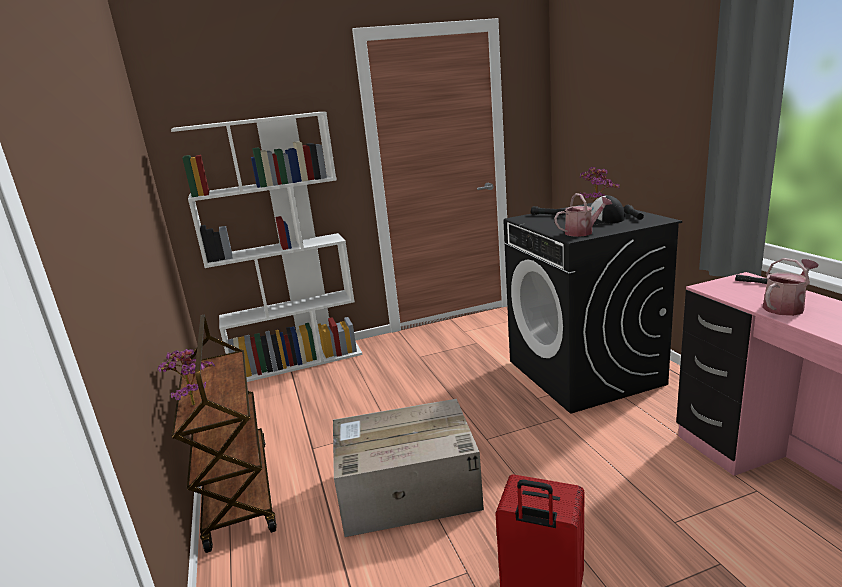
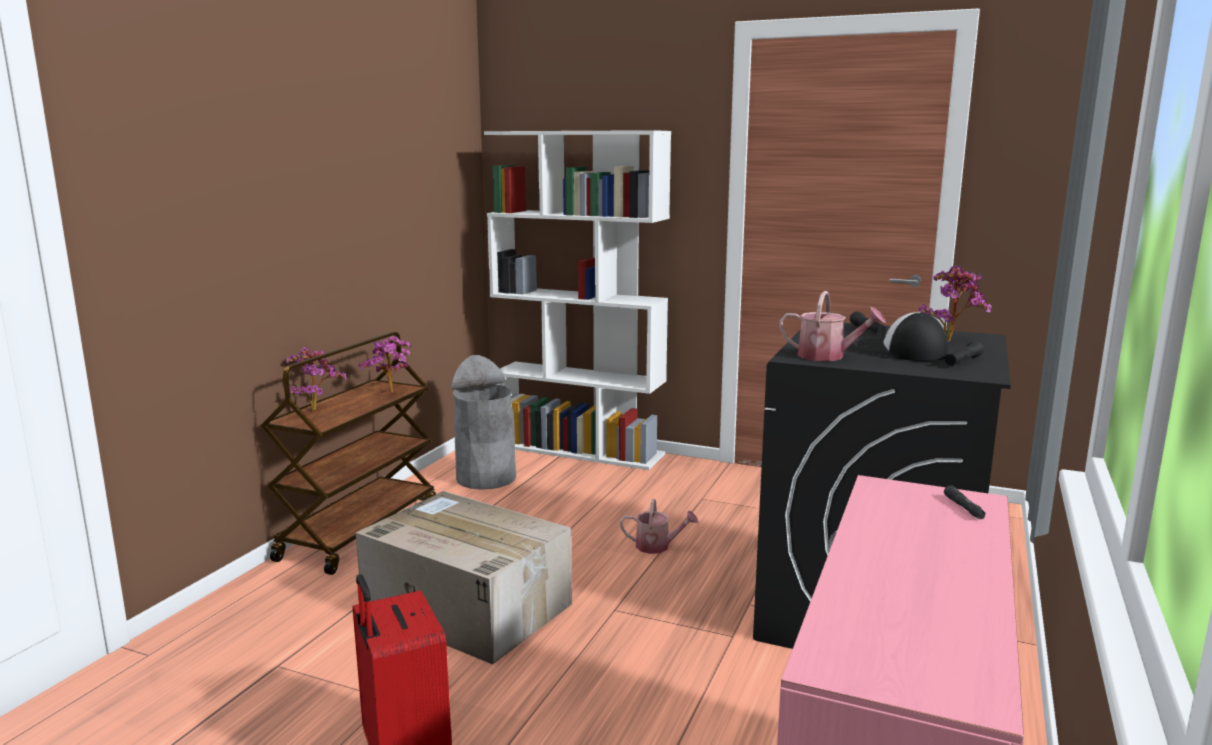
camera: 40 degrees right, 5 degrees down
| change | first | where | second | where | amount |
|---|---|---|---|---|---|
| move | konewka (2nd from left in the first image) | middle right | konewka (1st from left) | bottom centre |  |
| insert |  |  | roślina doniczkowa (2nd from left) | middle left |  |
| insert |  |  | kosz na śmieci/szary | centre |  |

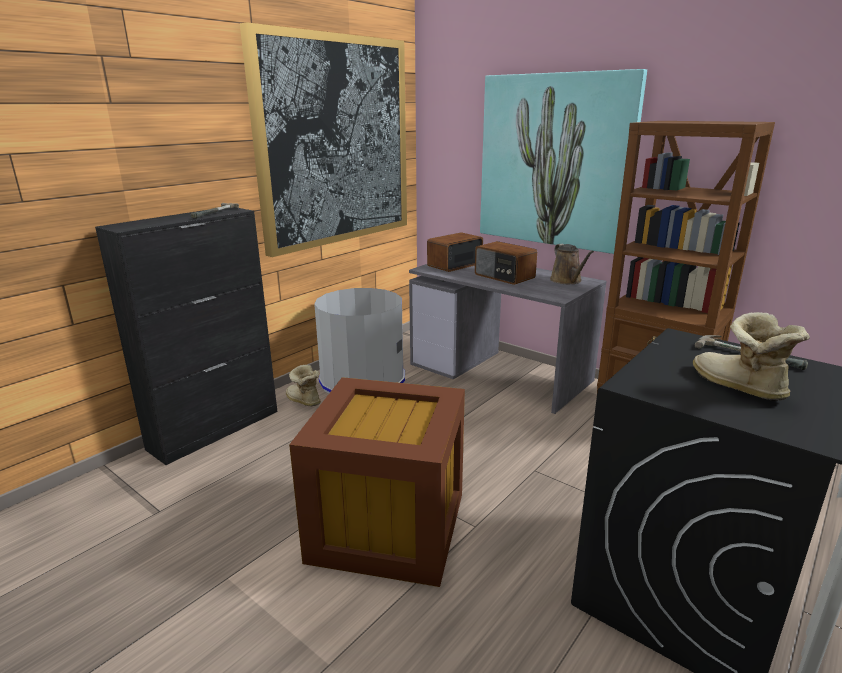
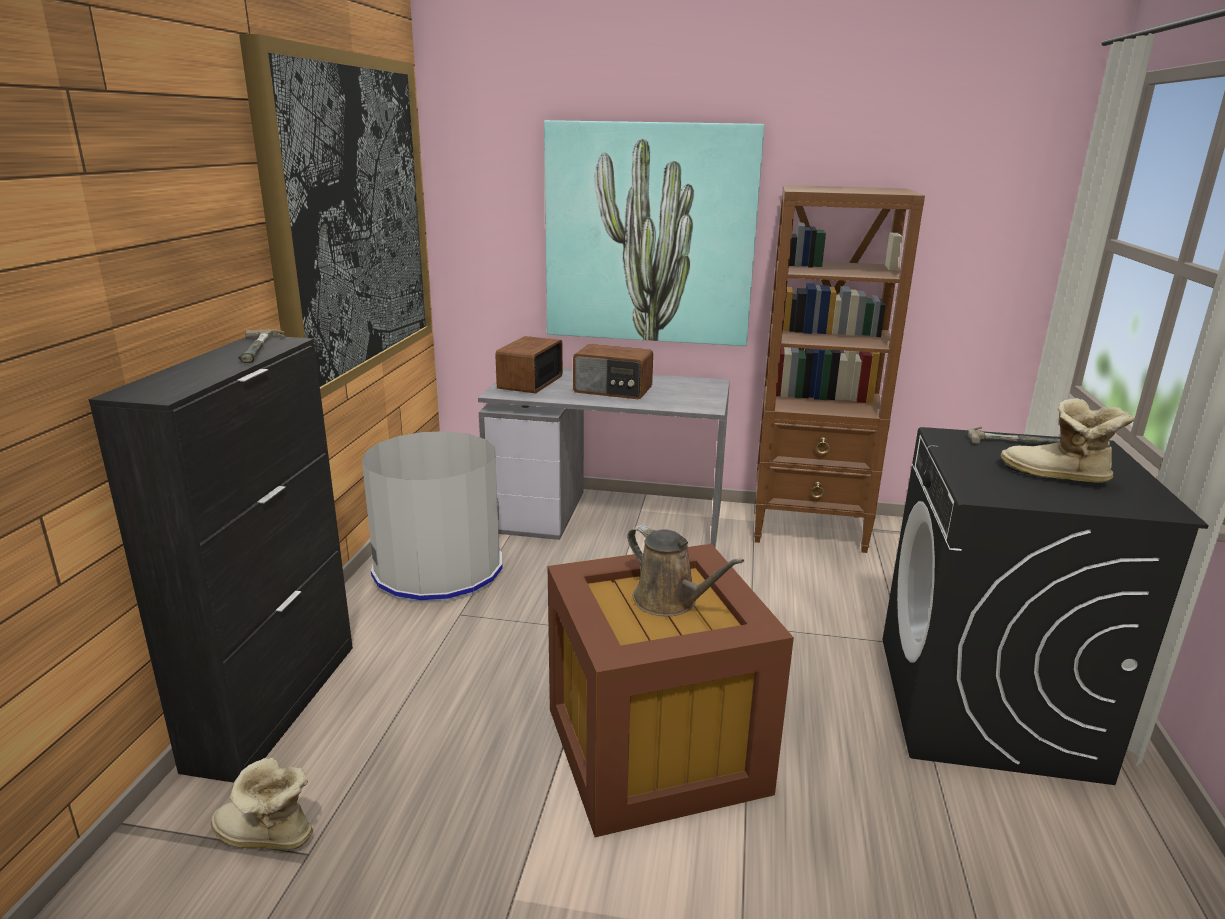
camera: 30 degrees left, 0 degrees up
| change | first | where | second | where | amount |
|---|---|---|---|---|---|
| move | but z cholewką (1st from left) | centre |  | bottom left |  |
| move | konewka/brązowy | middle right |  | centre |  |

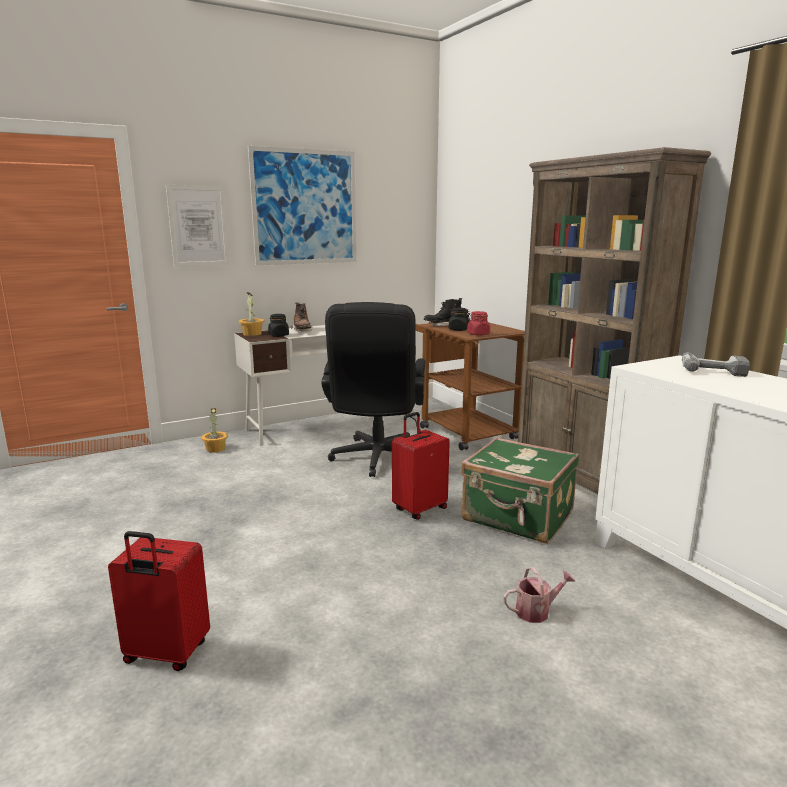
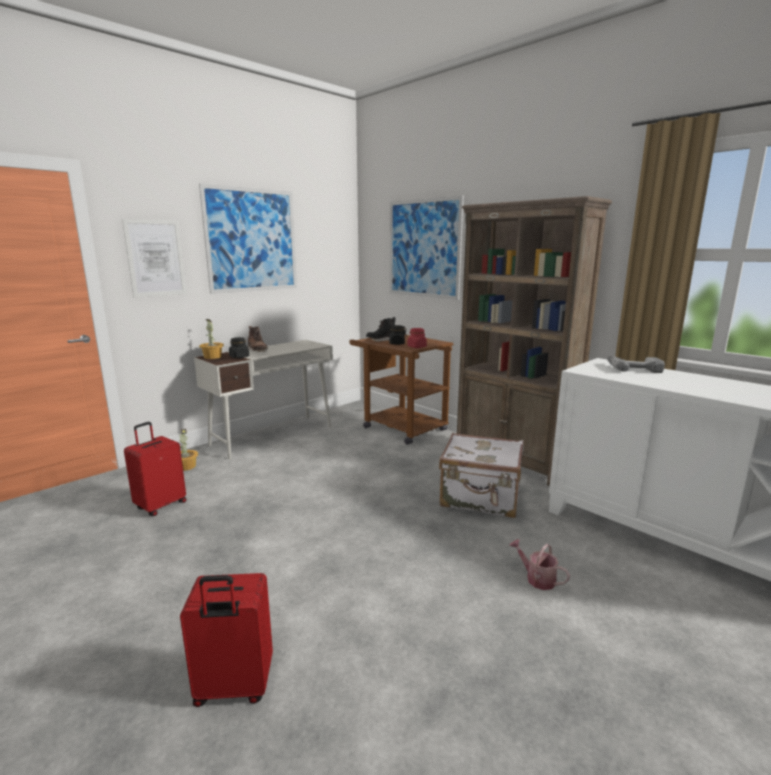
camera: 15 degrees left, 0 degrees up
| change | first | where | second | where | amount |
|---|---|---|---|---|---|
| delete | krzesło biurowe/czarny | centre |  |  |  |
| move | walizka/czerwony (2nd from left in the first image) | centre | walizka/czerwony (1st from left) | middle left |  |
| recolor | walizka/zielony | centre | walizka/biały | centre |  |
| rotate | konewka | bottom right |  | bottom right | 105 degrees counterclockwise |
| insert |  |  | obraz (3rd from left) | top centre |  |

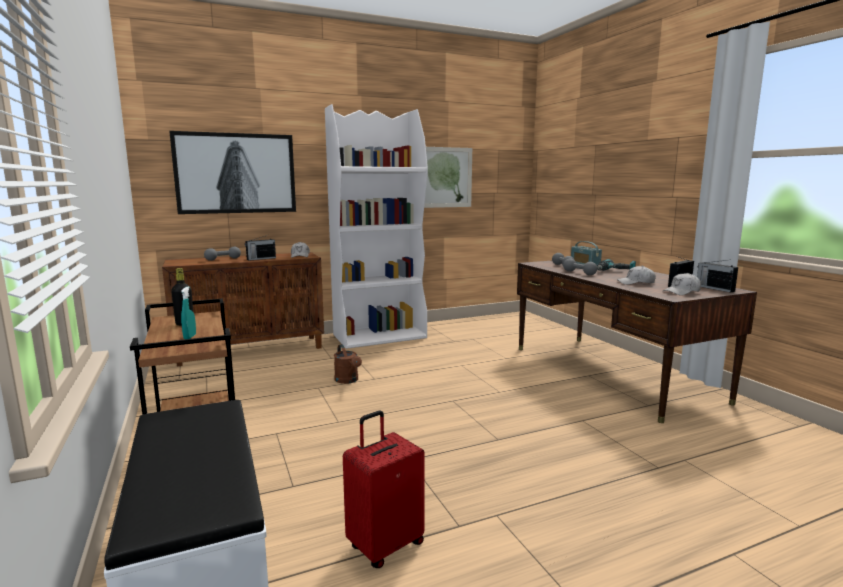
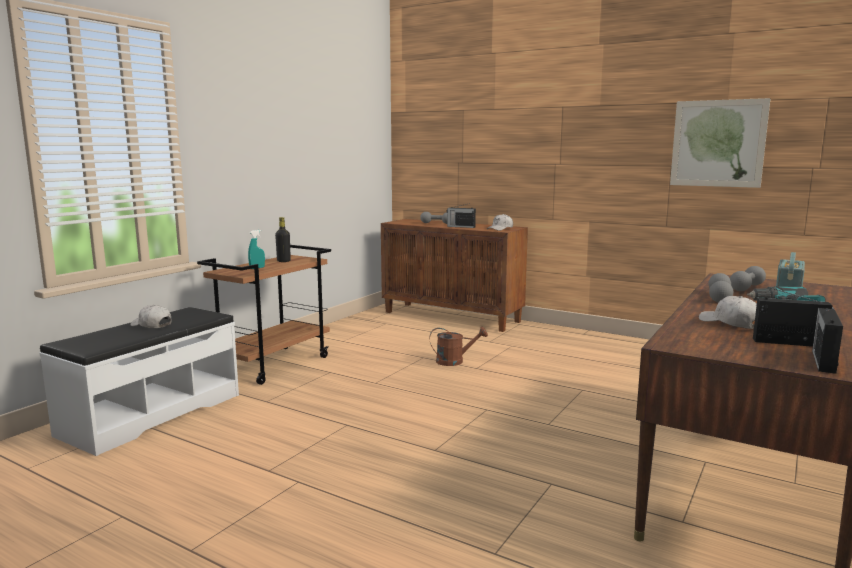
camera: 55 degrees right, 0 degrees up
| change | first | where | second | where | amount |
|---|---|---|---|---|---|
| delete | obraz (1st from left) | top left |  |  |  |
| delete | regał/biały | centre |  |  |  |
| rotate | konewka/brązowy | centre |  | centre | 120 degrees counterclockwise |
| delete | walizka/czerwony | bottom centre |  |  |  |
| move | czapka z daszkiem/biały (3rd from left in the first image) | middle right | czapka z daszkiem/biały (1st from left) | middle left |  |

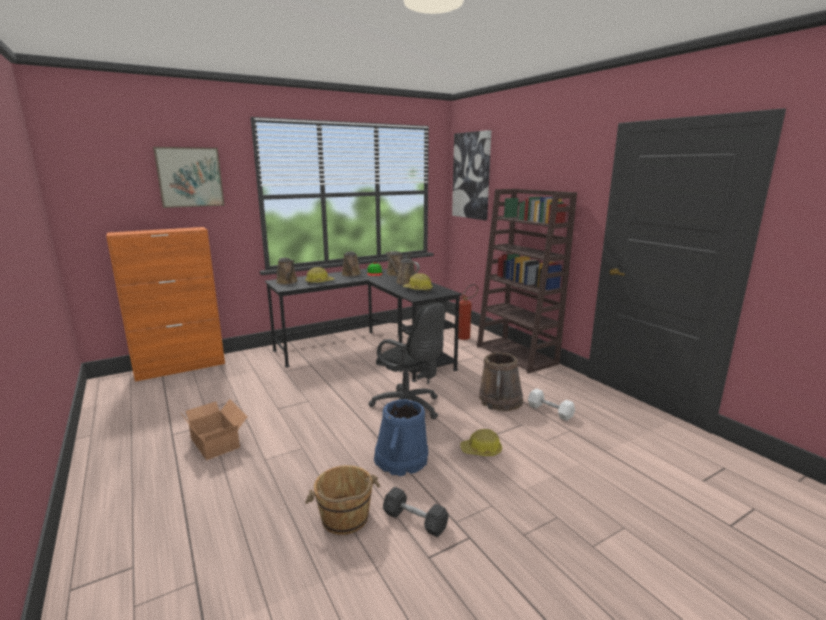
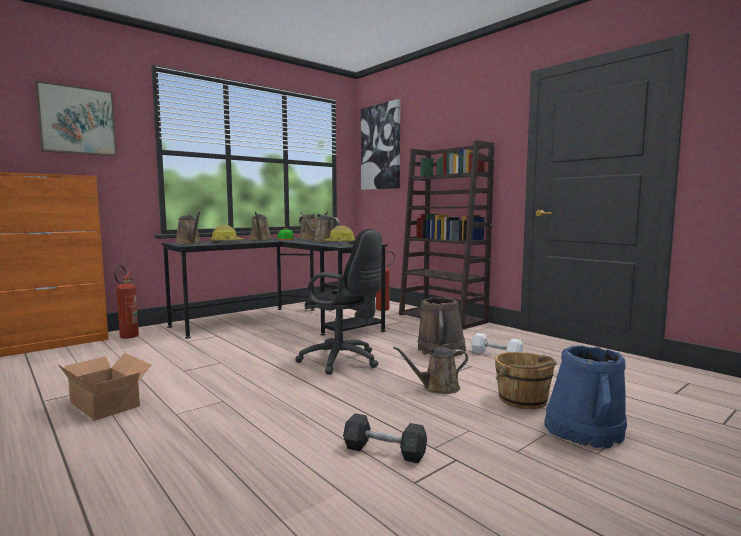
camera: 10 degrees left, 10 degrees down
| change | first | where | second | where | amount |
|---|---|---|---|---|---|
| move | wiadro/brązowy (1st from left in the first image) | bottom centre | wiadro/brązowy (2nd from left) | bottom right |  |
| move | wiadro/niebieski | bottom centre |  | bottom right |  |
| replace | kask (3rd from left) | bottom centre | konewka/brązowy (5th from left) | bottom centre |  |
| insert |  |  | gaśnica (1st from left) | middle left |  |

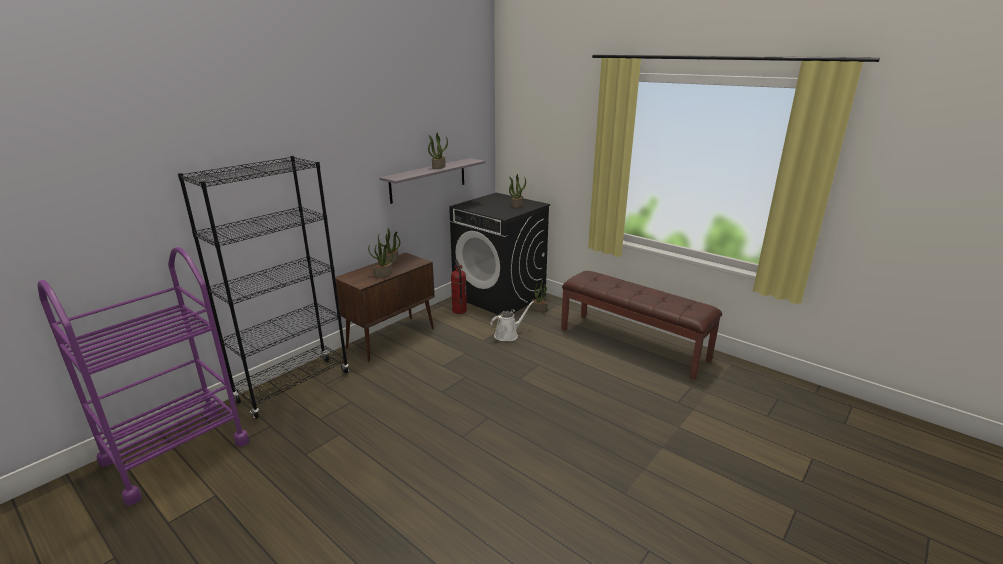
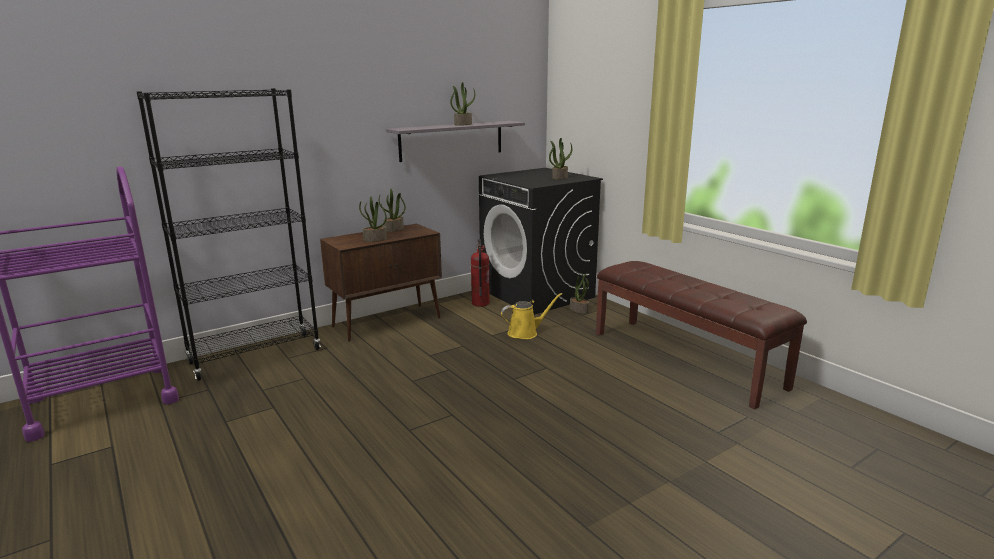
camera: 15 degrees right, 5 degrees down
| change | first | where | second | where | amount |
|---|---|---|---|---|---|
| recolor | konewka/biały | centre | konewka/żółty | centre |  |

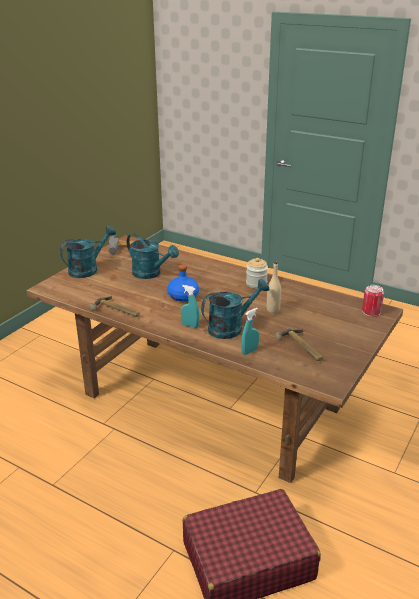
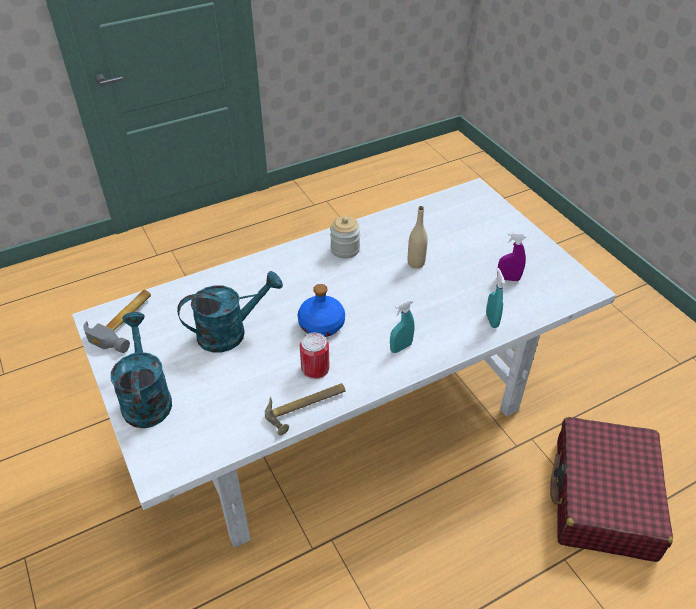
camera: 60 degrees left, 15 degrees up
| change | first | where | second | where | amount |
|---|---|---|---|---|---|
| recolor | stół jadalny/brązowy | centre | stół jadalny/biały | centre |  |
| delete | konewka/turkusowy (3rd from left) | centre |  |  |  |
| replace | młotek (3rd from left) | middle right | spryskiwacz/fioletowy | middle right |  |
| move | puszka | middle right |  | centre |  |

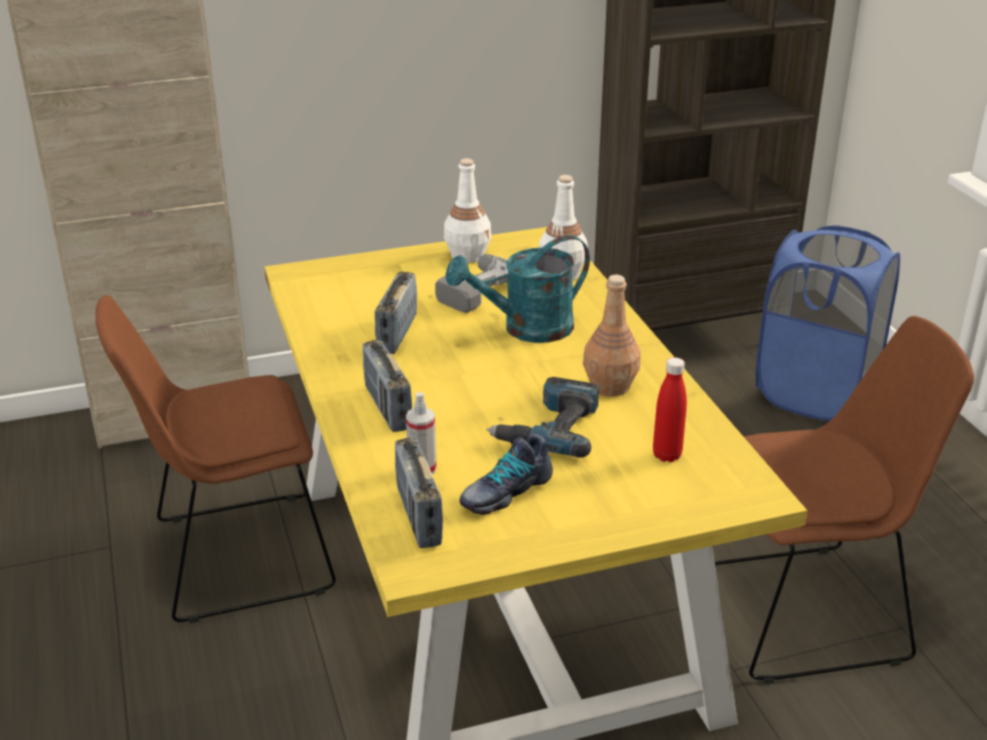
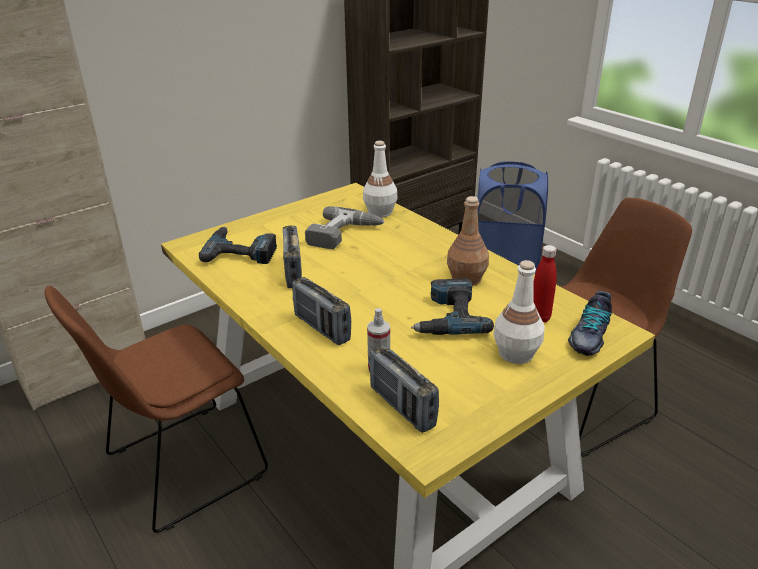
camera: 20 degrees left, 0 degrees up
| change | first | where | second | where | amount |
|---|---|---|---|---|---|
| move | butelka/biały (1st from left in the first image) | top centre | butelka/biały (2nd from left) | middle right |  |
| delete | konewka/turkusowy | centre |  |  |  |
| move | but | centre |  | middle right |  |
| insert |  |  | wiertarka (1st from left) | middle left |  |

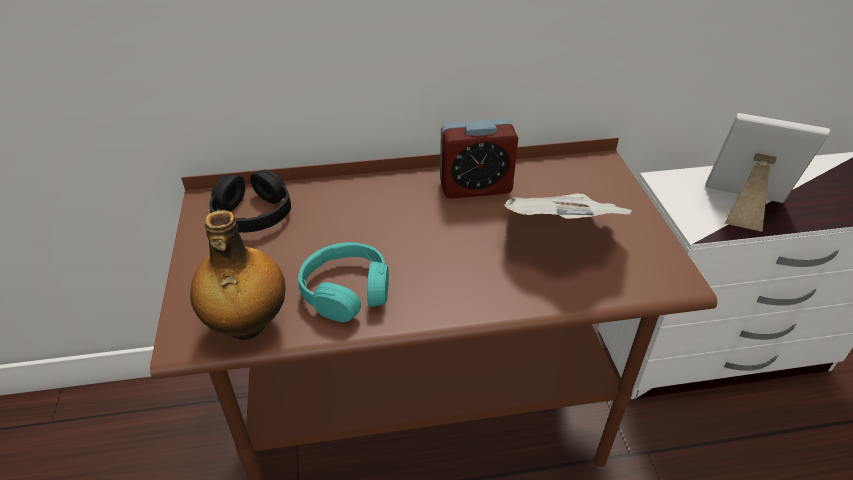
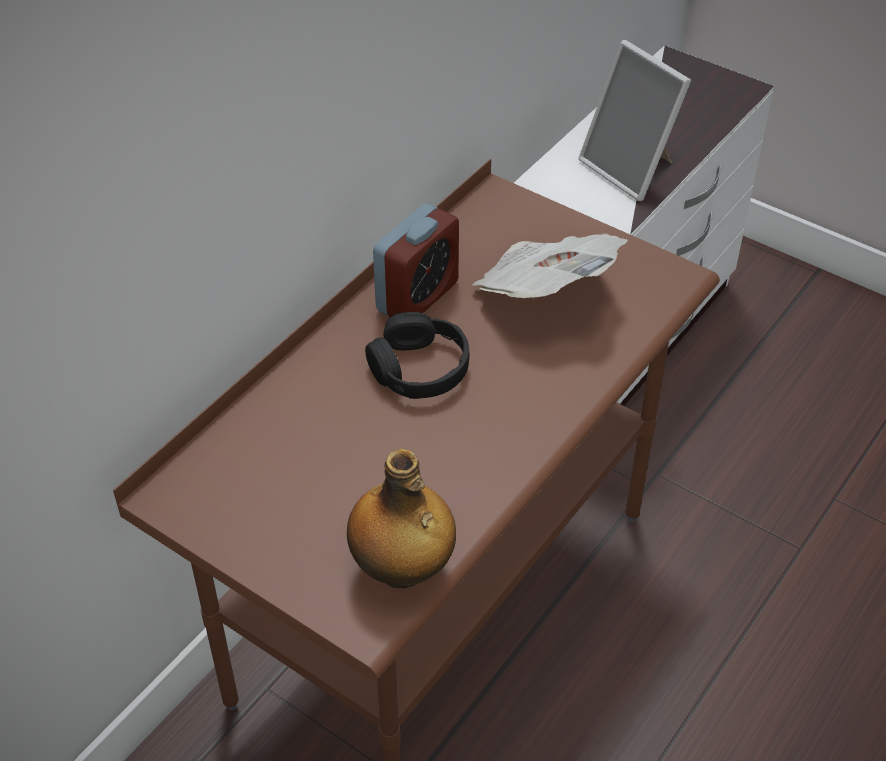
camera: 45 degrees left, 5 degrees up
| change | first | where | second | where | amount |
|---|---|---|---|---|---|
| move | słuchawki/czarny | middle left |  | centre |  |
| delete | słuchawki/turkusowy | centre |  |  |  |
| rotate | ramka na zdjęcie | middle right |  | top right | 105 degrees counterclockwise |

